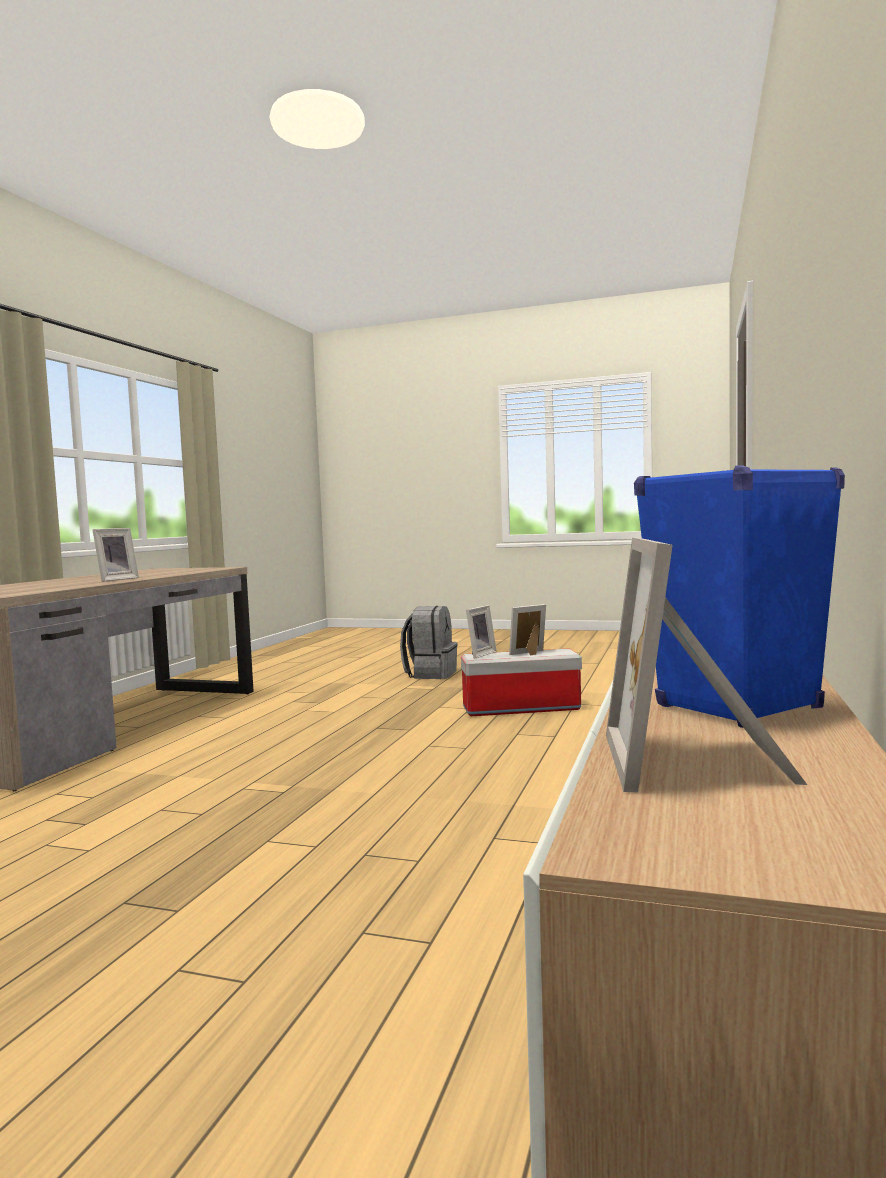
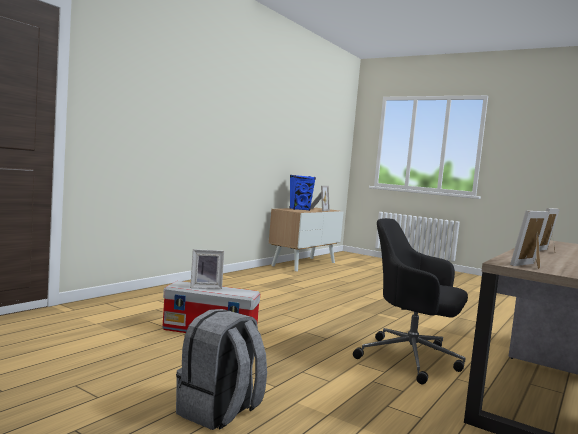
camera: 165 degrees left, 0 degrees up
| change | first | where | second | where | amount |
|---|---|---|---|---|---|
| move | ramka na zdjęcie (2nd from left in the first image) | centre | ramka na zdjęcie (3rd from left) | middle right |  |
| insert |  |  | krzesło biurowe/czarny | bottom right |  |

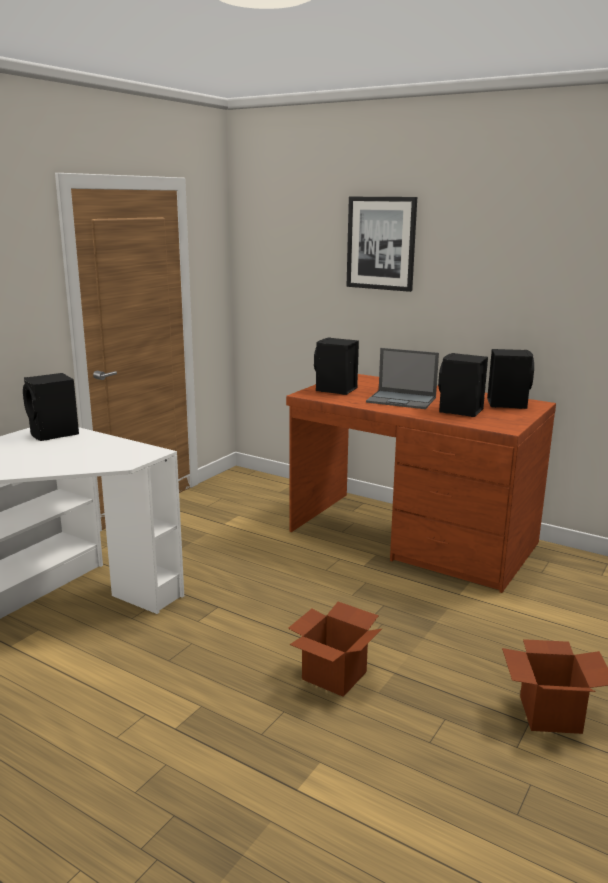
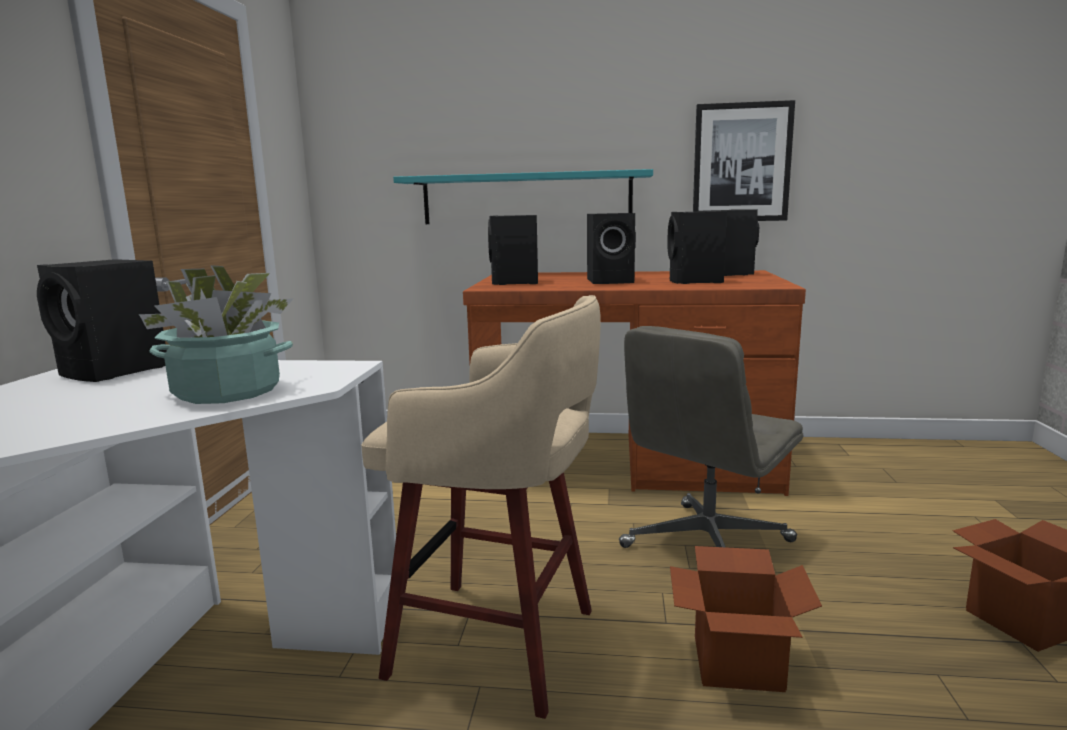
camera: 25 degrees left, 5 degrees down
| change | first | where | second | where | amount |
|---|---|---|---|---|---|
| move | obraz | top centre |  | top right |  |
| replace | laptop | centre | głośnik/czarny (3rd from left) | centre |  |
| insert |  |  | roślina doniczkowa | middle left |  |
| insert |  |  | stołek/beżowy | bottom centre |  |
| insert |  |  | półka/turkusowy | top centre |  |
| insert |  |  | krzesło biurowe/szary | centre |  |

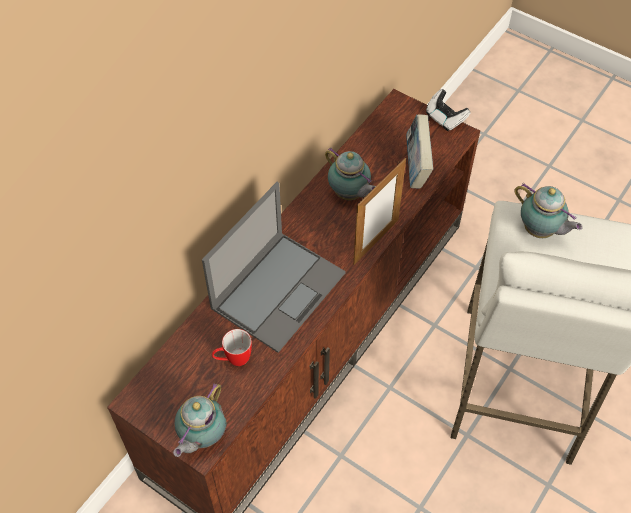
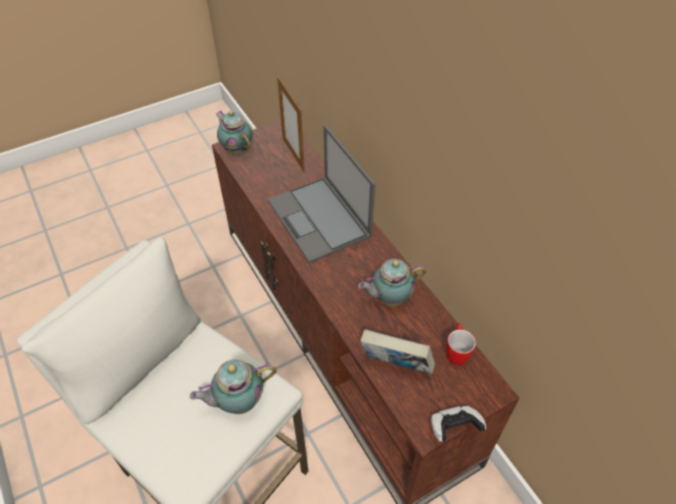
camera: 115 degrees right, 5 degrees down
| change | first | where | second | where | amount |
|---|---|---|---|---|---|
| move | kubek | bottom centre |  | bottom right |  |
| move | ramka na zdjęcie | centre |  | top centre |  |

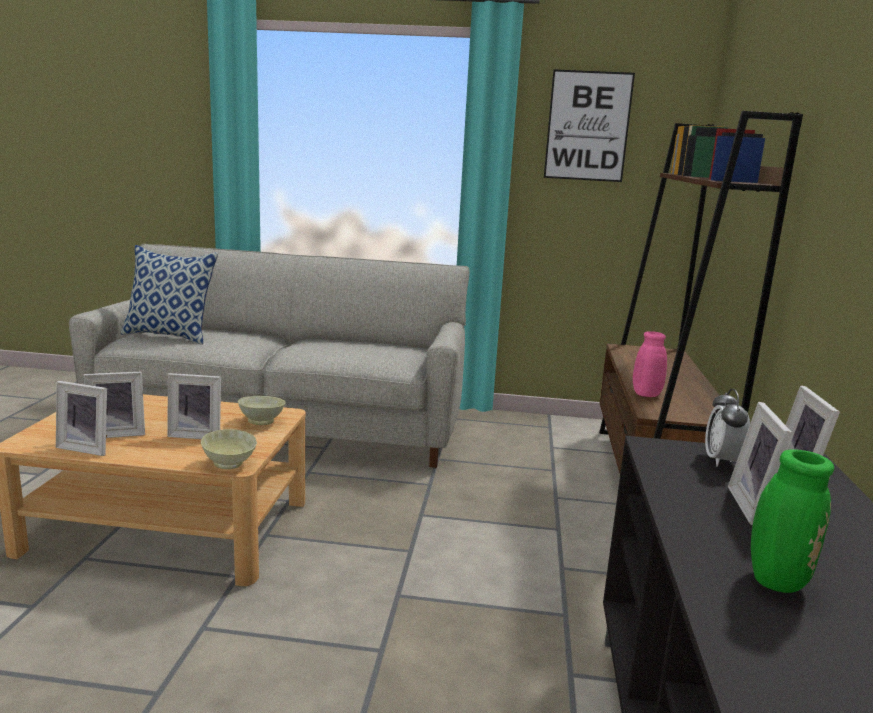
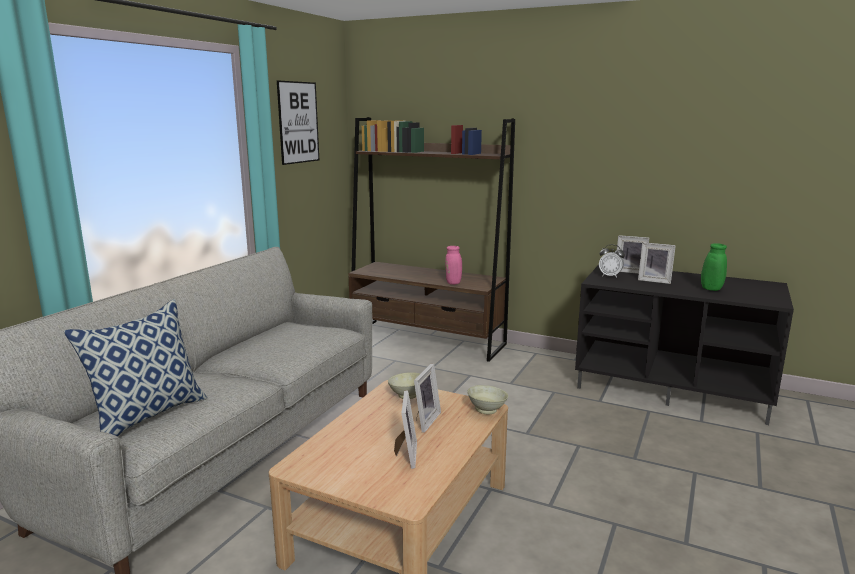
camera: 70 degrees left, 0 degrees up
| change | first | where | second | where | amount |
|---|---|---|---|---|---|
| delete | ramka na zdjęcie (1st from left) | middle left |  |  |  |

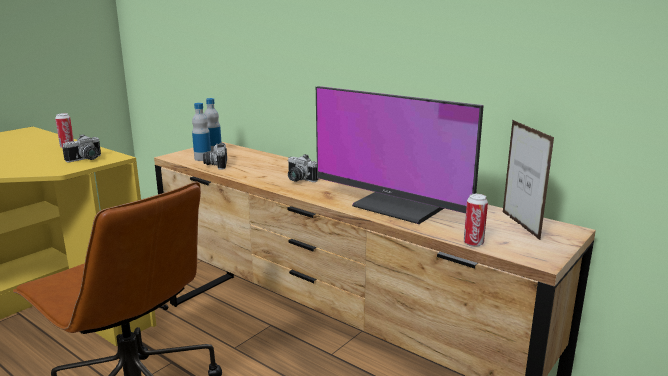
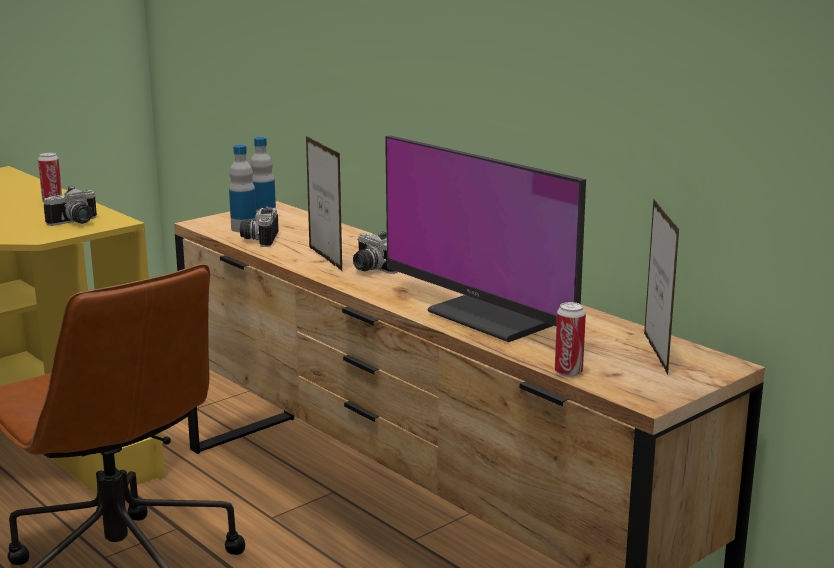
camera: 10 degrees right, 0 degrees up
| change | first | where | second | where | amount |
|---|---|---|---|---|---|
| insert |  |  | ramka na zdjęcie (1st from left) | centre |  |

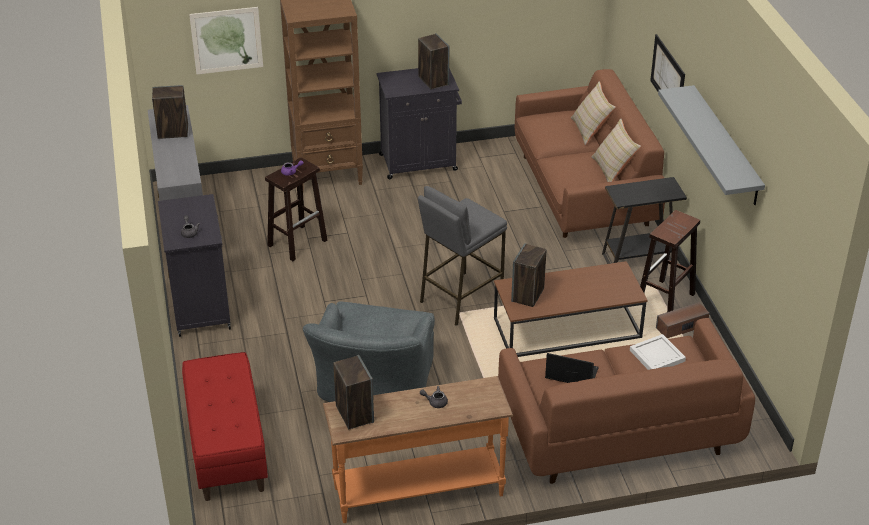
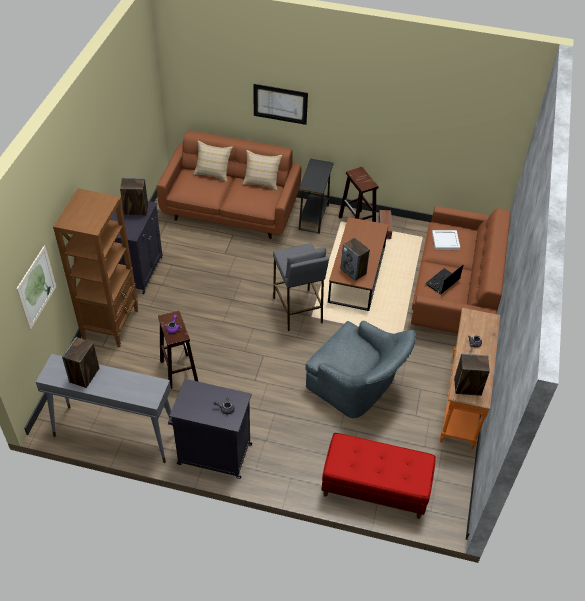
camera: 65 degrees left, 10 degrees up
| change | first | where | second | where | amount |
|---|---|---|---|---|---|
| delete | półka/szary | top right |  |  |  |

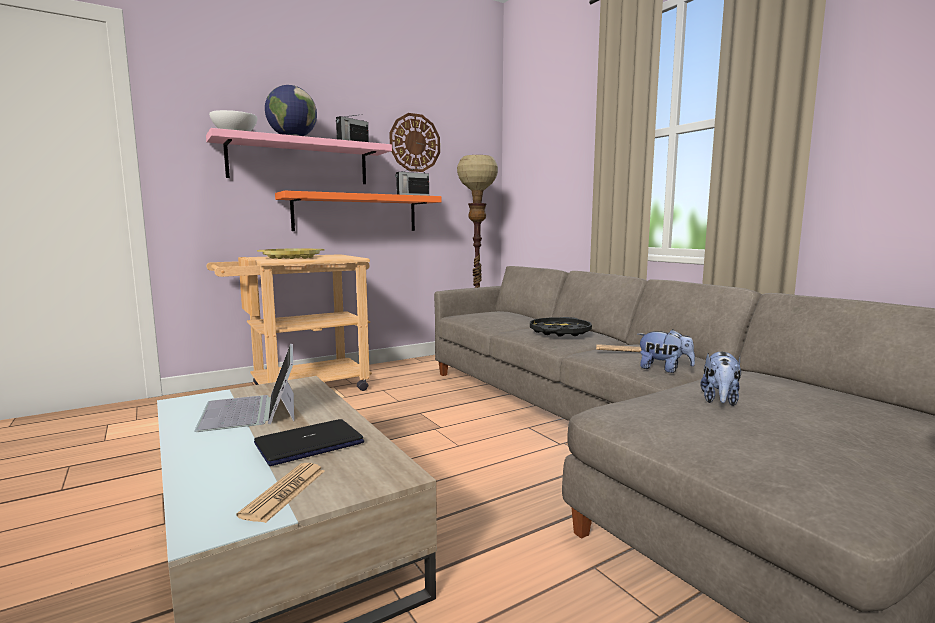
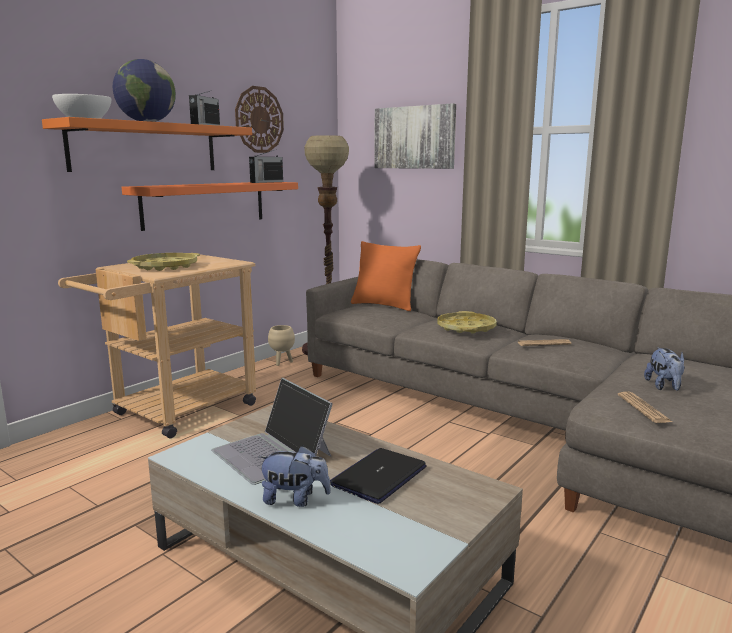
camera: 20 degrees left, 5 degrees up
| change | first | where | second | where | amount |
|---|---|---|---|---|---|
| recolor | półka/różowy | top left | półka/pomarańczowy (1st from left) | top left |  |
| move | gazeta (1st from left in the first image) | bottom left | gazeta (2nd from left) | middle right |  |
| recolor | taca/czarny | centre | taca/żółty (2nd from left) | centre |  |
| move | pluszak (1st from left) | middle right |  | bottom centre |  |
| insert |  |  | donica/beżowy | centre |  |
| insert |  |  | poduszka/pomarańczowy | centre |  |
| insert |  |  | obraz | top centre |  |

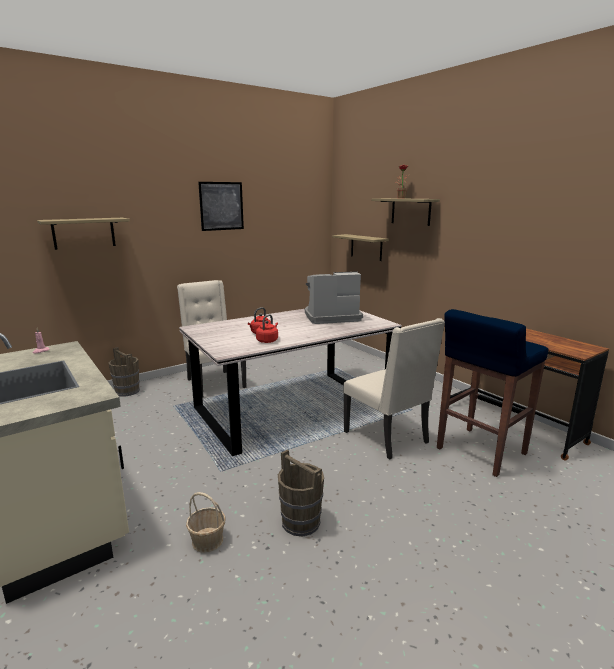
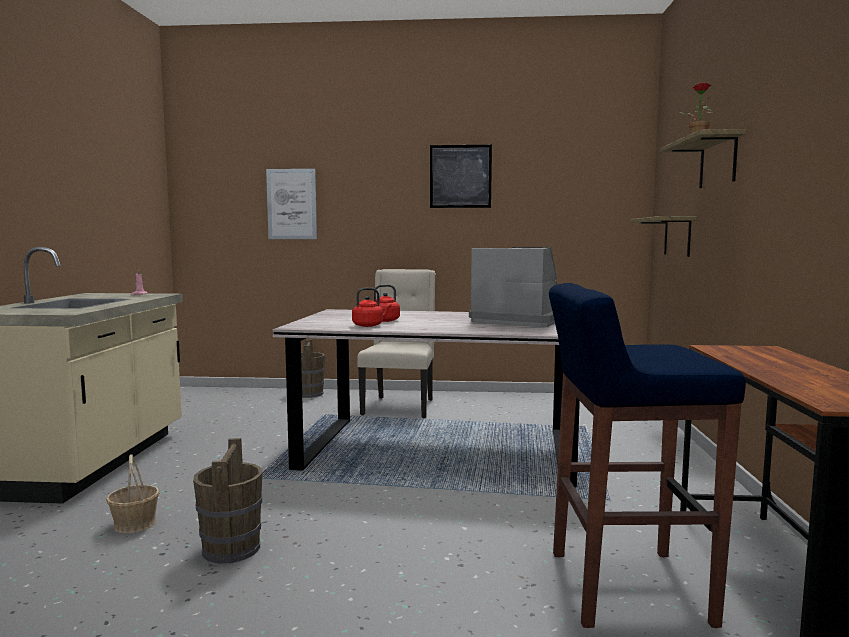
camera: 40 degrees right, 10 degrees down
| change | first | where | second | where | amount |
|---|---|---|---|---|---|
| replace | półka (1st from left) | middle left | obraz (1st from left) | top centre |  |
| delete | krzesło/beżowy (2nd from left) | centre |  |  |  |

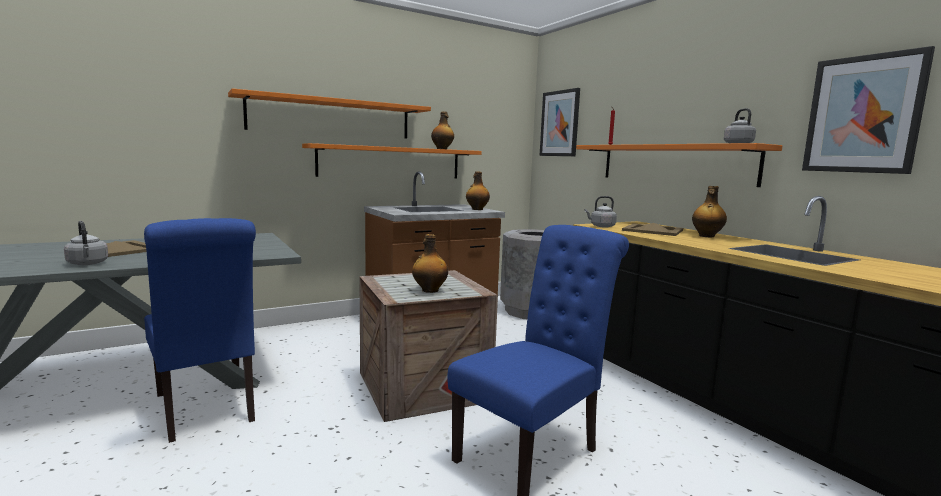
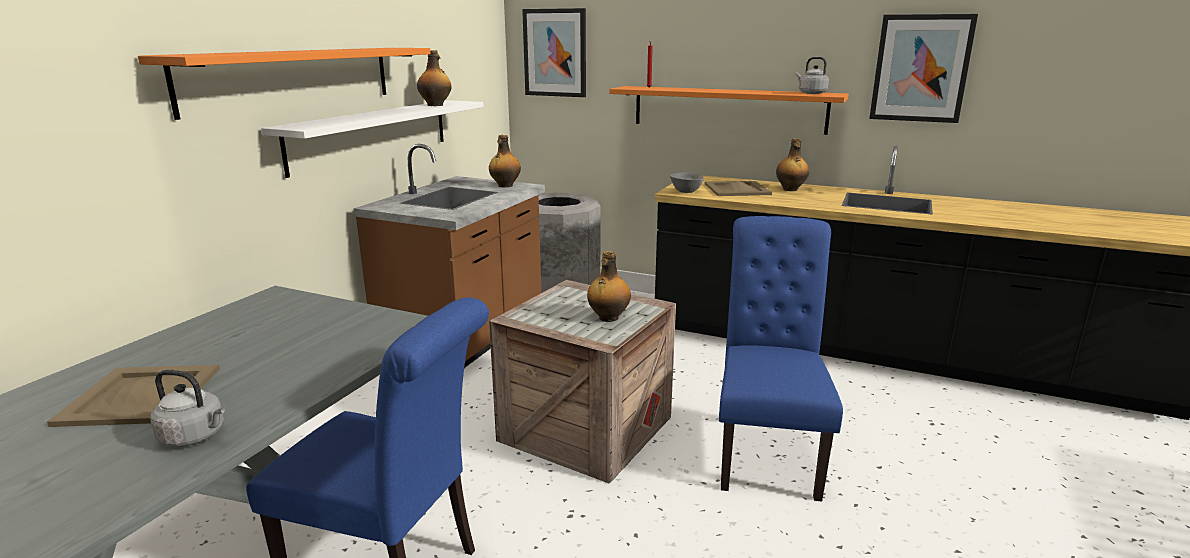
camera: 35 degrees left, 10 degrees up
| change | first | where | second | where | amount |
|---|---|---|---|---|---|
| recolor | półka/pomarańczowy (2nd from left) | top centre | półka/biały | top left |  |
| replace | czajnik/szary (2nd from left) | centre | miska/szary | top centre |  |

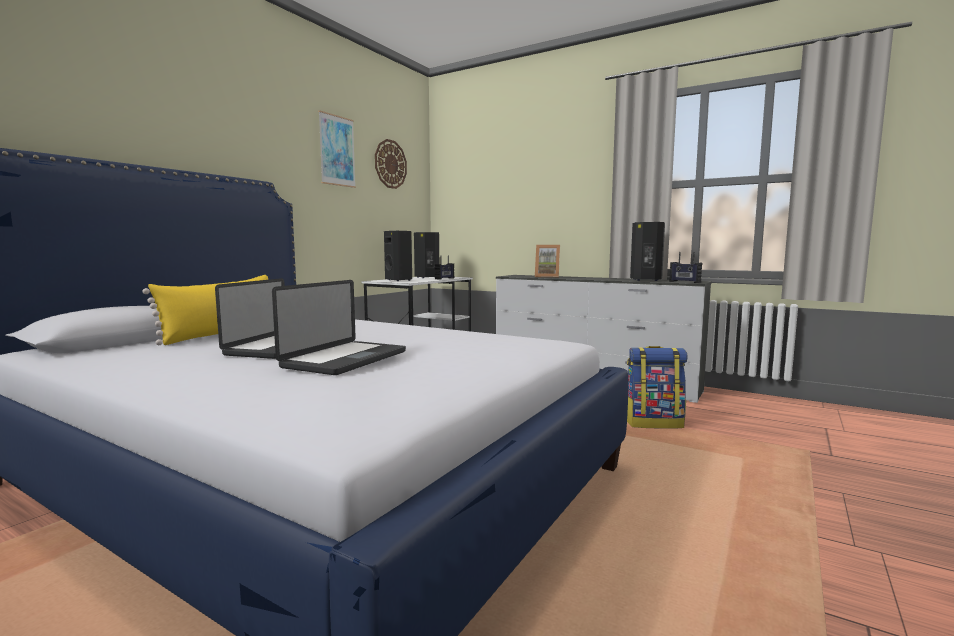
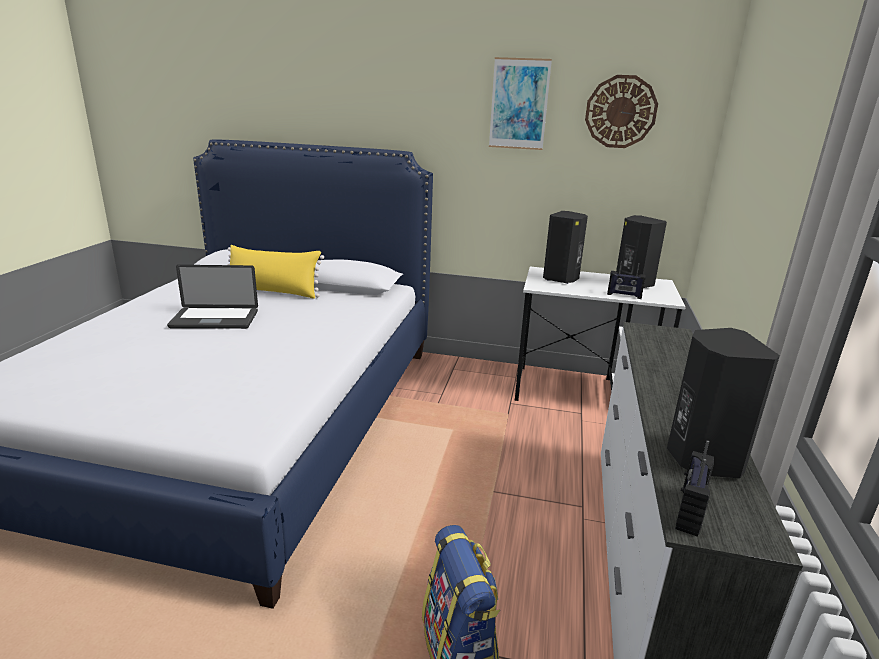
camera: 70 degrees right, 15 degrees up
| change | first | where | second | where | amount |
|---|---|---|---|---|---|
| delete | laptop (2nd from left) | centre |  |  |  |
| delete | ramka na zdjęcie | centre |  |  |  |

